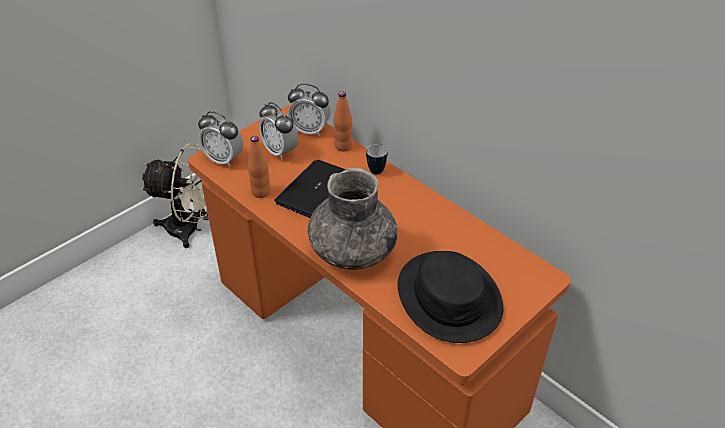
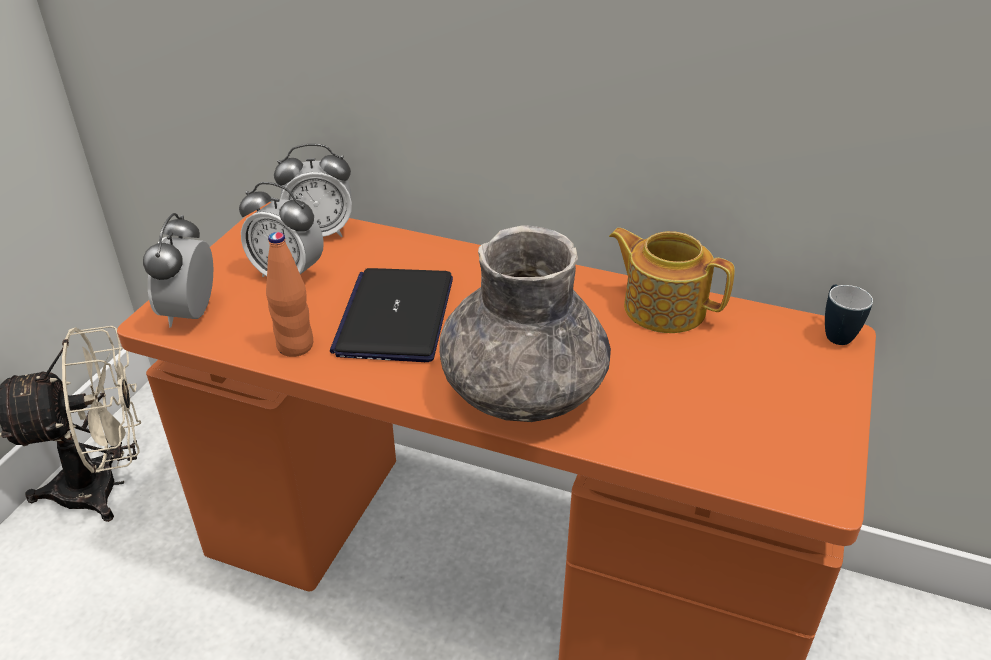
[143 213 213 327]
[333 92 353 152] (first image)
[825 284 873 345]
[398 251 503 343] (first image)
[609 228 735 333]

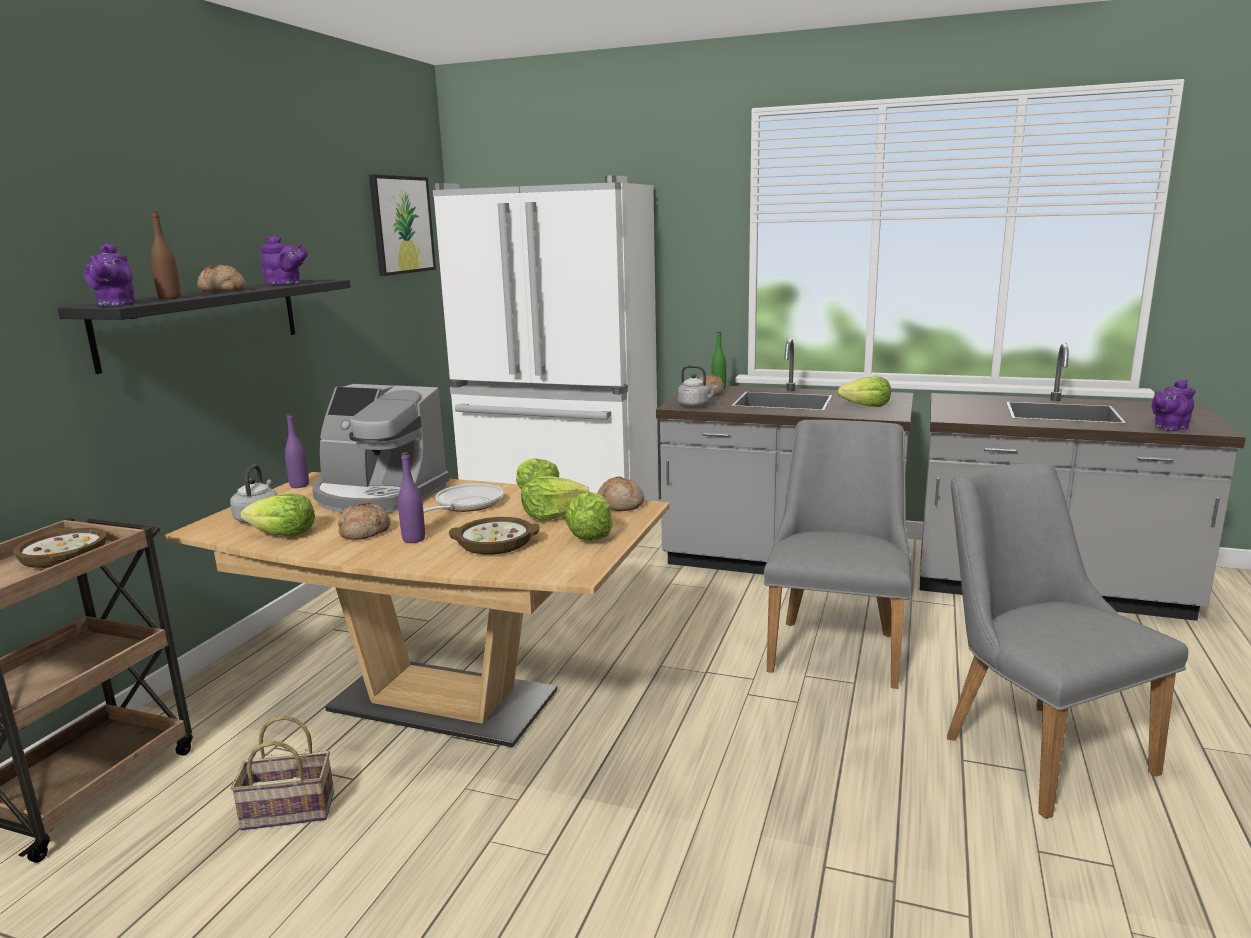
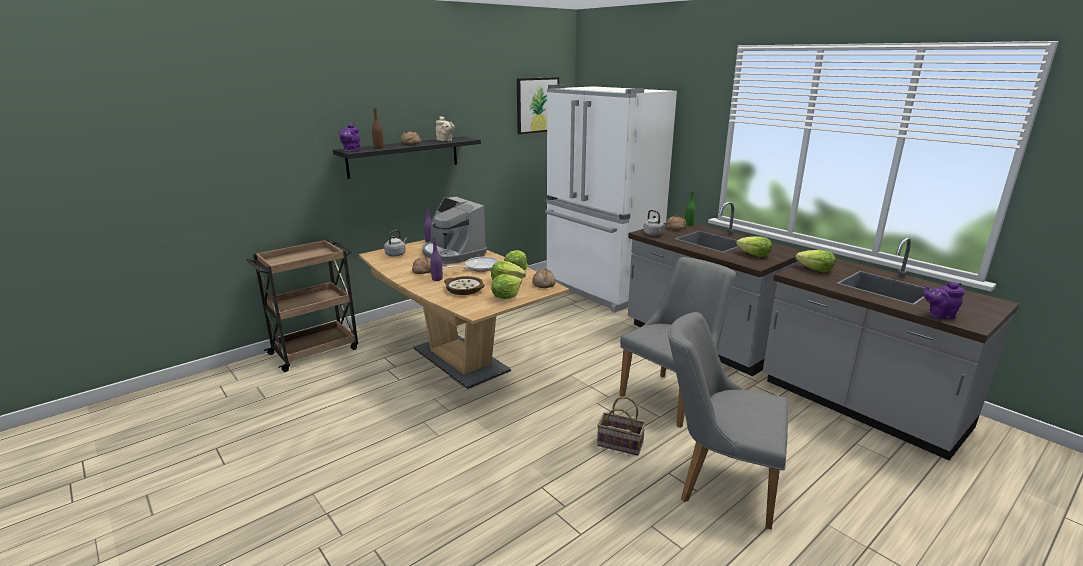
[13 527 106 568] (first image)
[597 397 646 456]
[795 250 835 272]
[436 116 454 141]
[668 312 788 530]

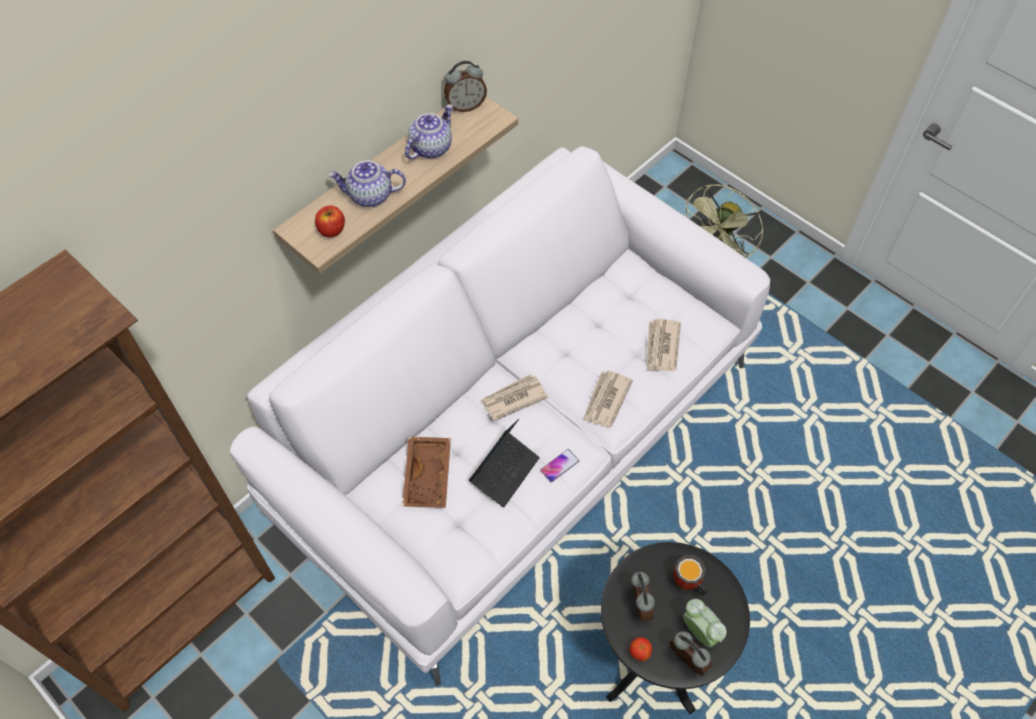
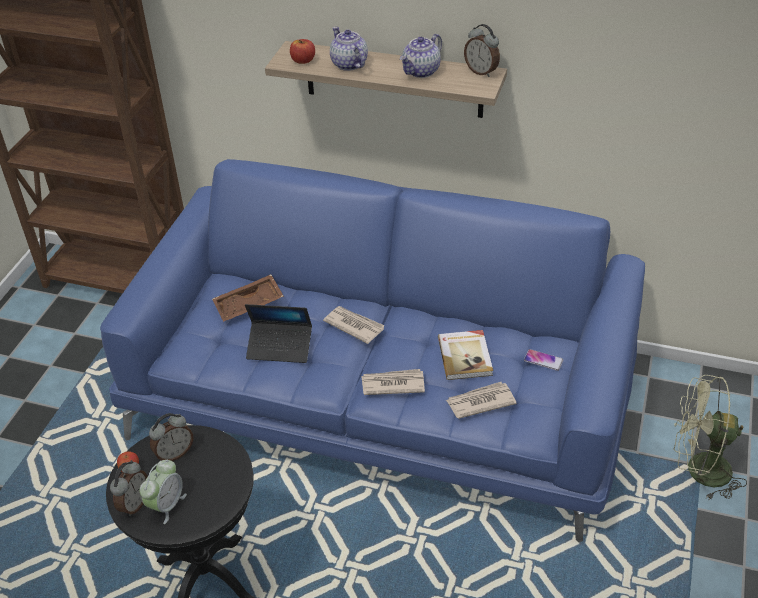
[100 159 645 542]
[400 34 442 78]
[524 349 563 371]
[673 555 707 596] (first image)
[438 330 493 380]

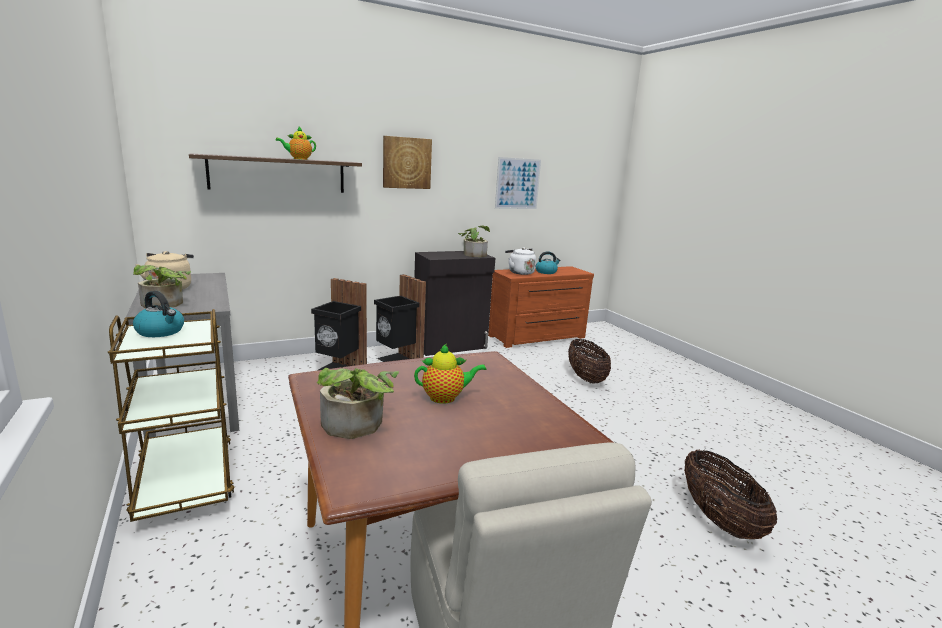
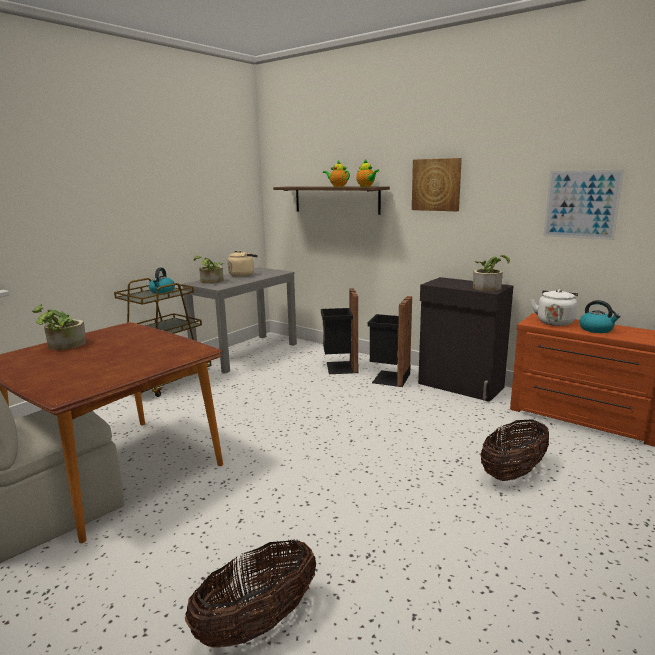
[356 159 379 187]

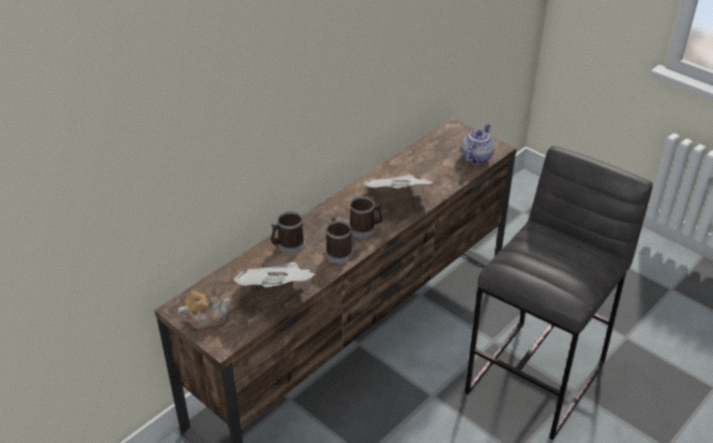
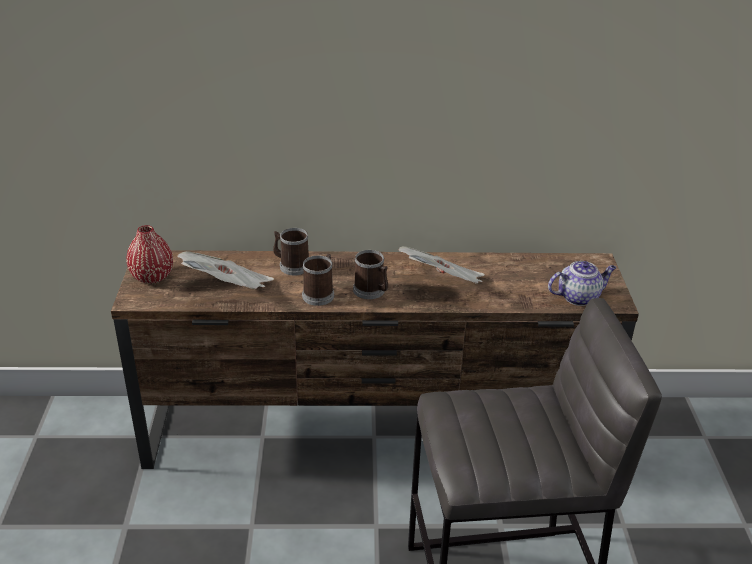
[126 225 173 284]

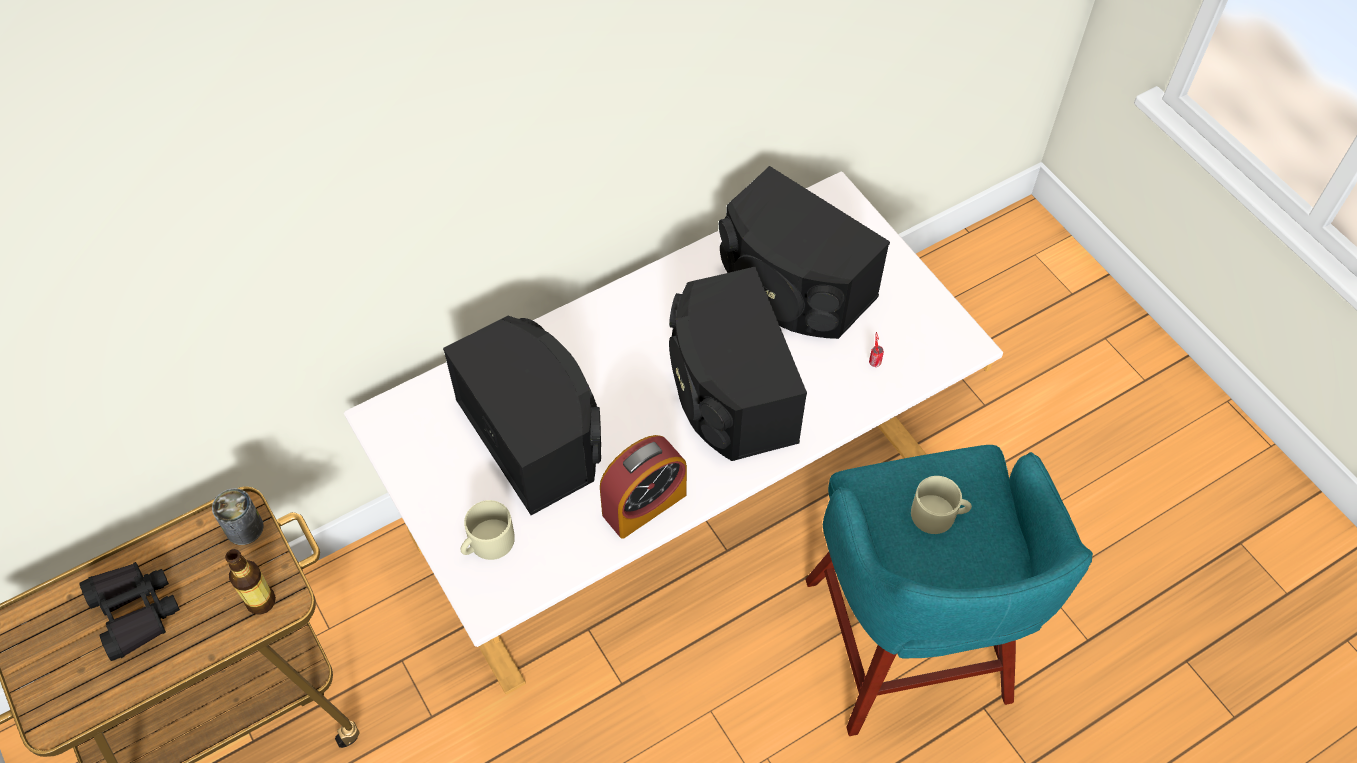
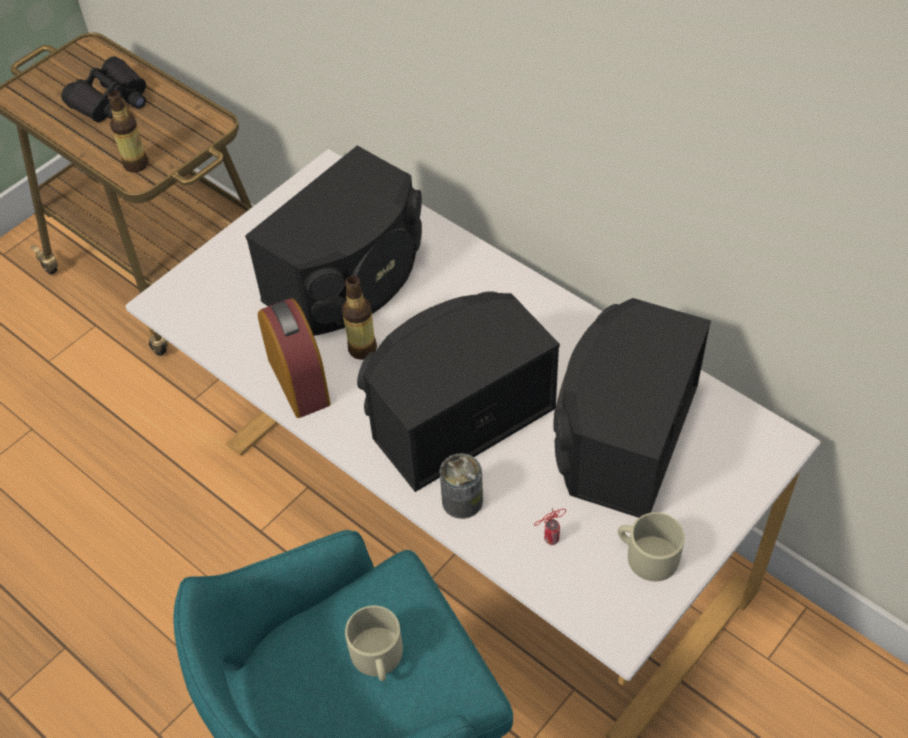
[440 453 483 519]
[618 512 685 581]
[258 298 331 418]
[342 276 377 360]

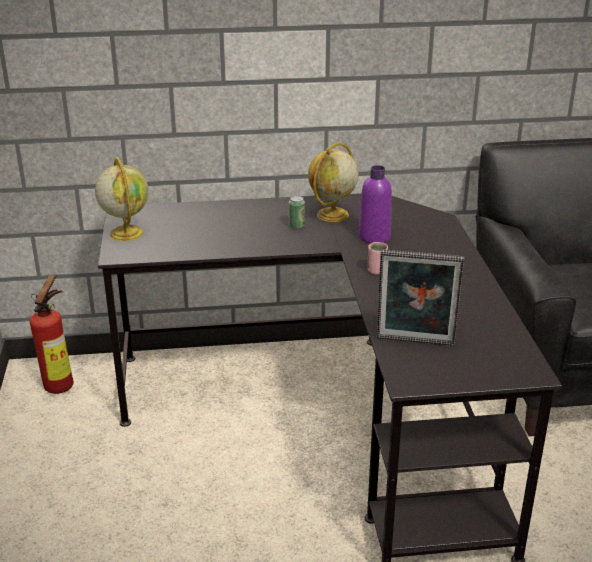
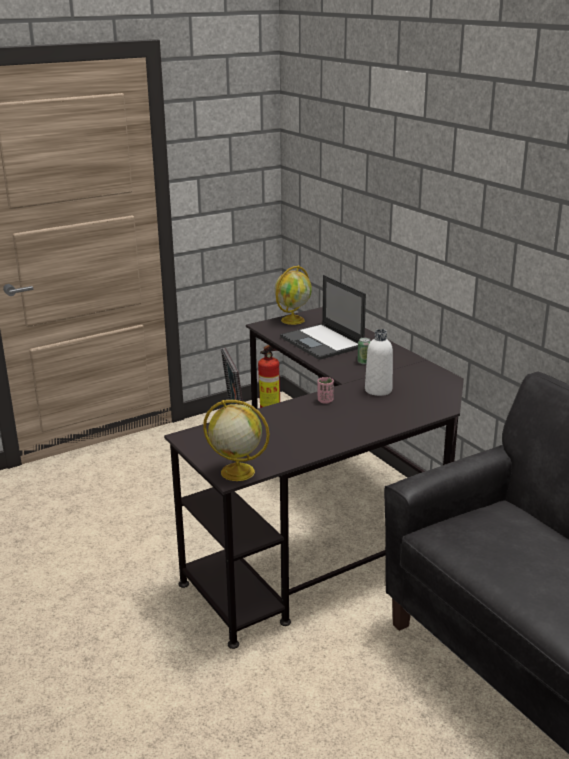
[203 400 270 481]
[365 329 393 396]
[280 275 366 360]

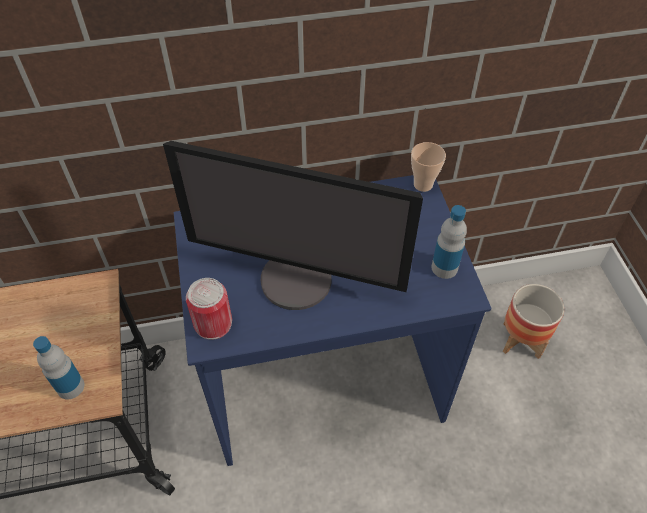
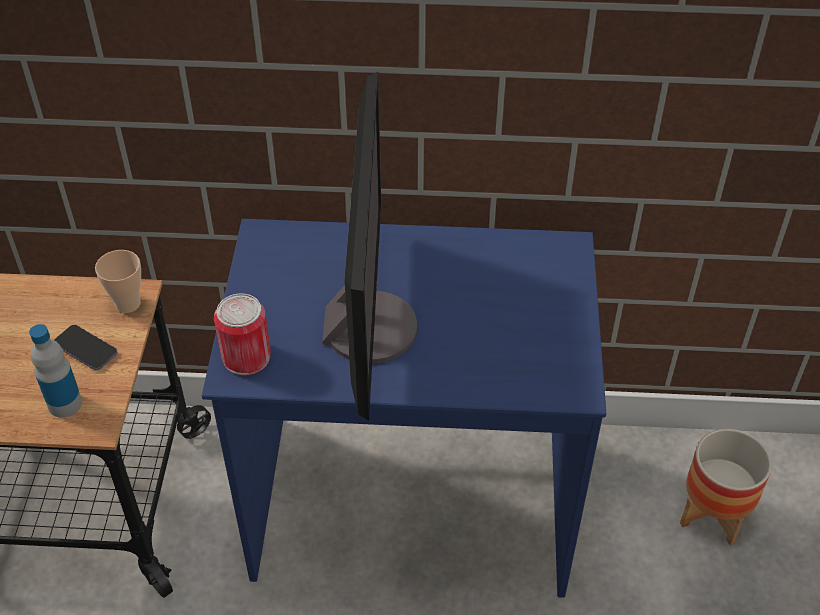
[322 72 417 421]
[95 250 141 313]
[431 205 467 279] (first image)
[54 325 118 371]

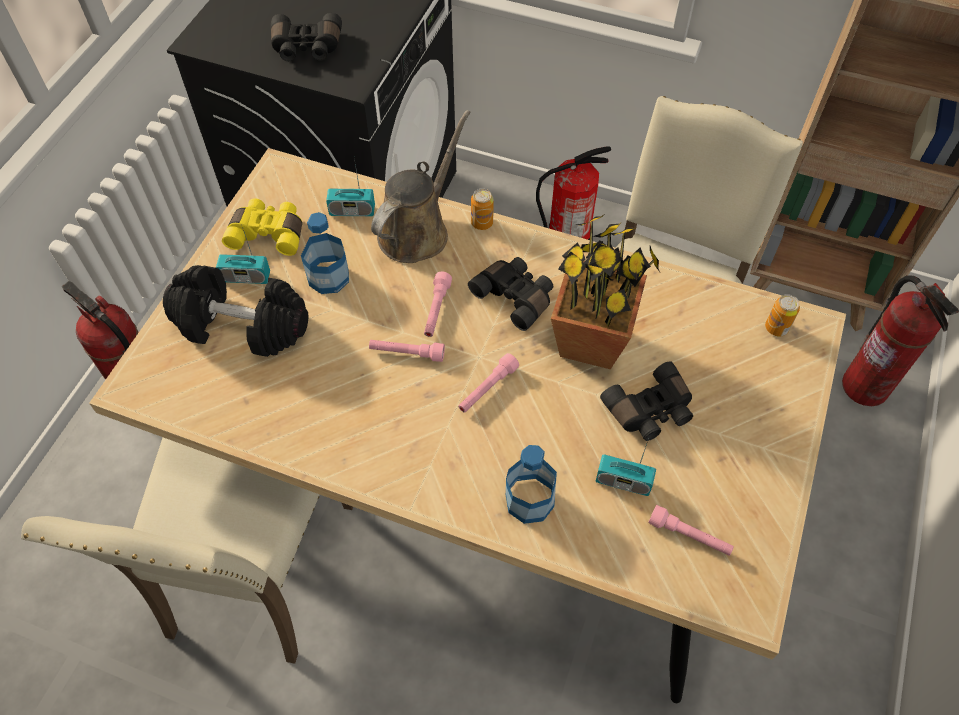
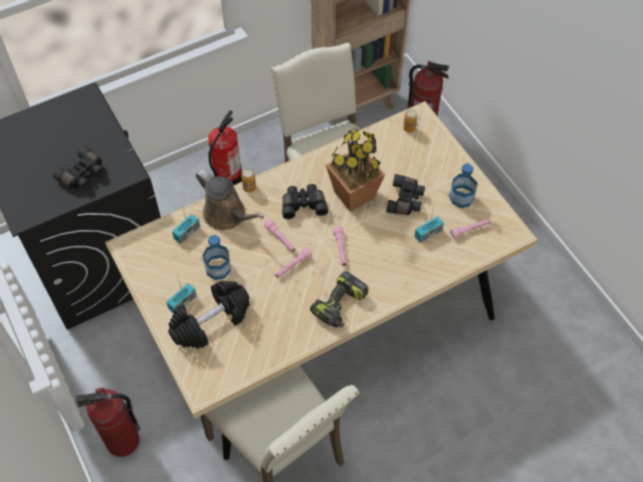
[222 198 302 256] (first image)
[196 170 264 230]
[449 164 478 208]
[310 271 368 328]

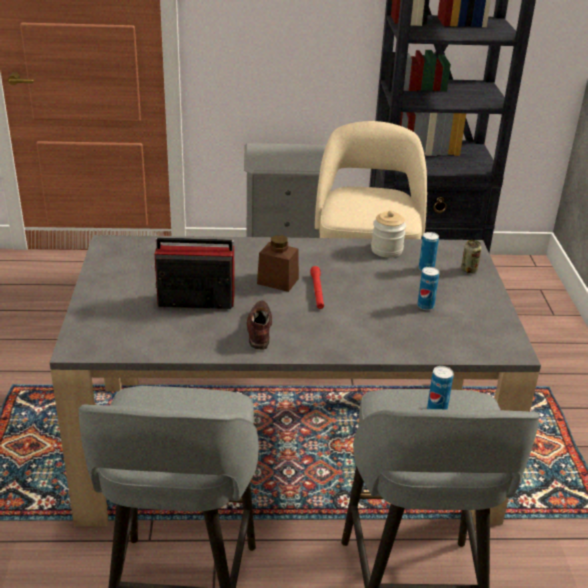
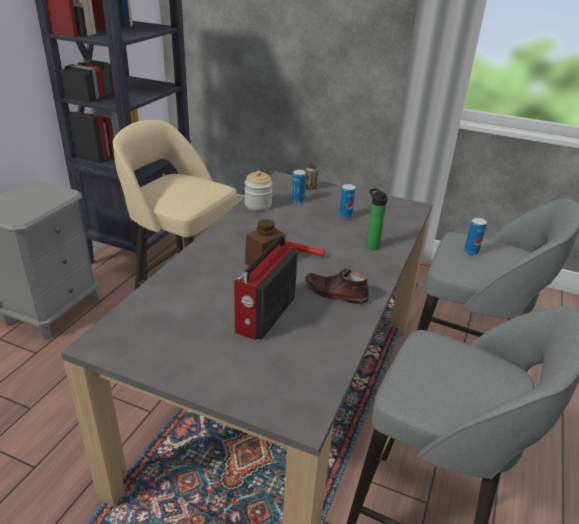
[366 188 387 250]

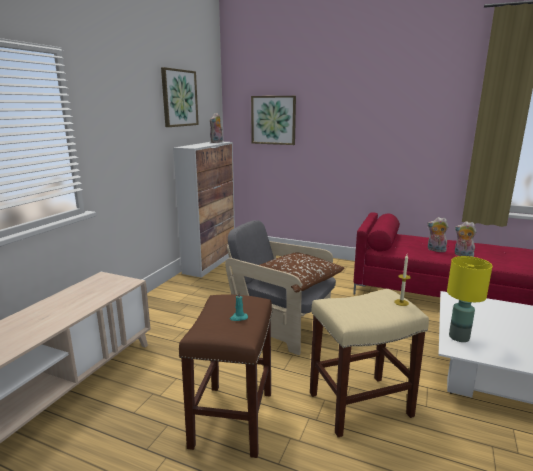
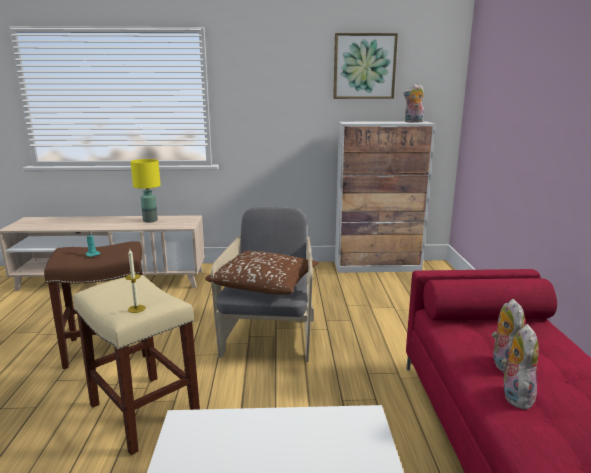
[251 96 296 145] (first image)
[131 159 161 223]

